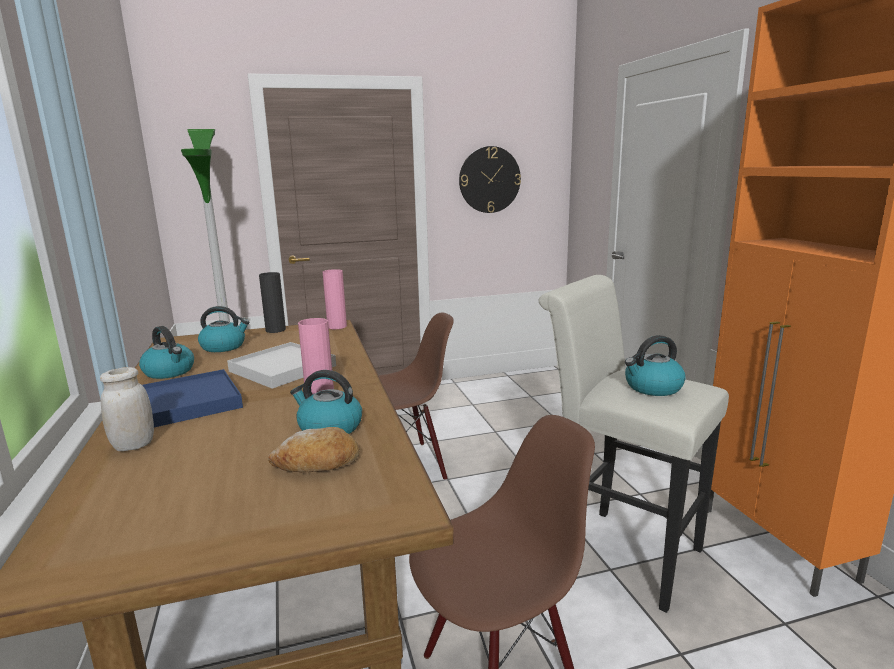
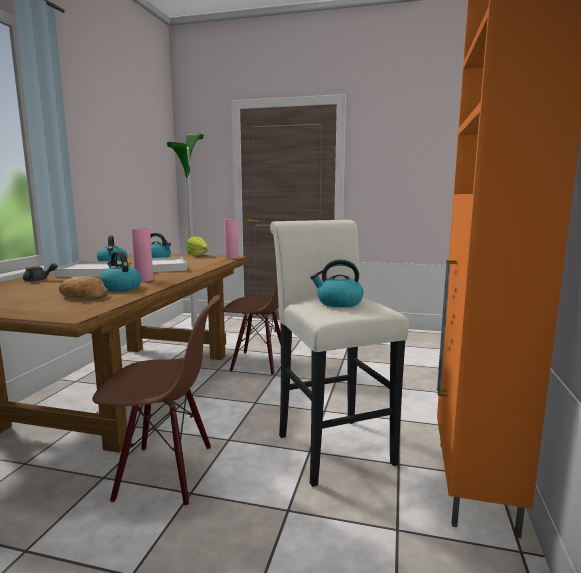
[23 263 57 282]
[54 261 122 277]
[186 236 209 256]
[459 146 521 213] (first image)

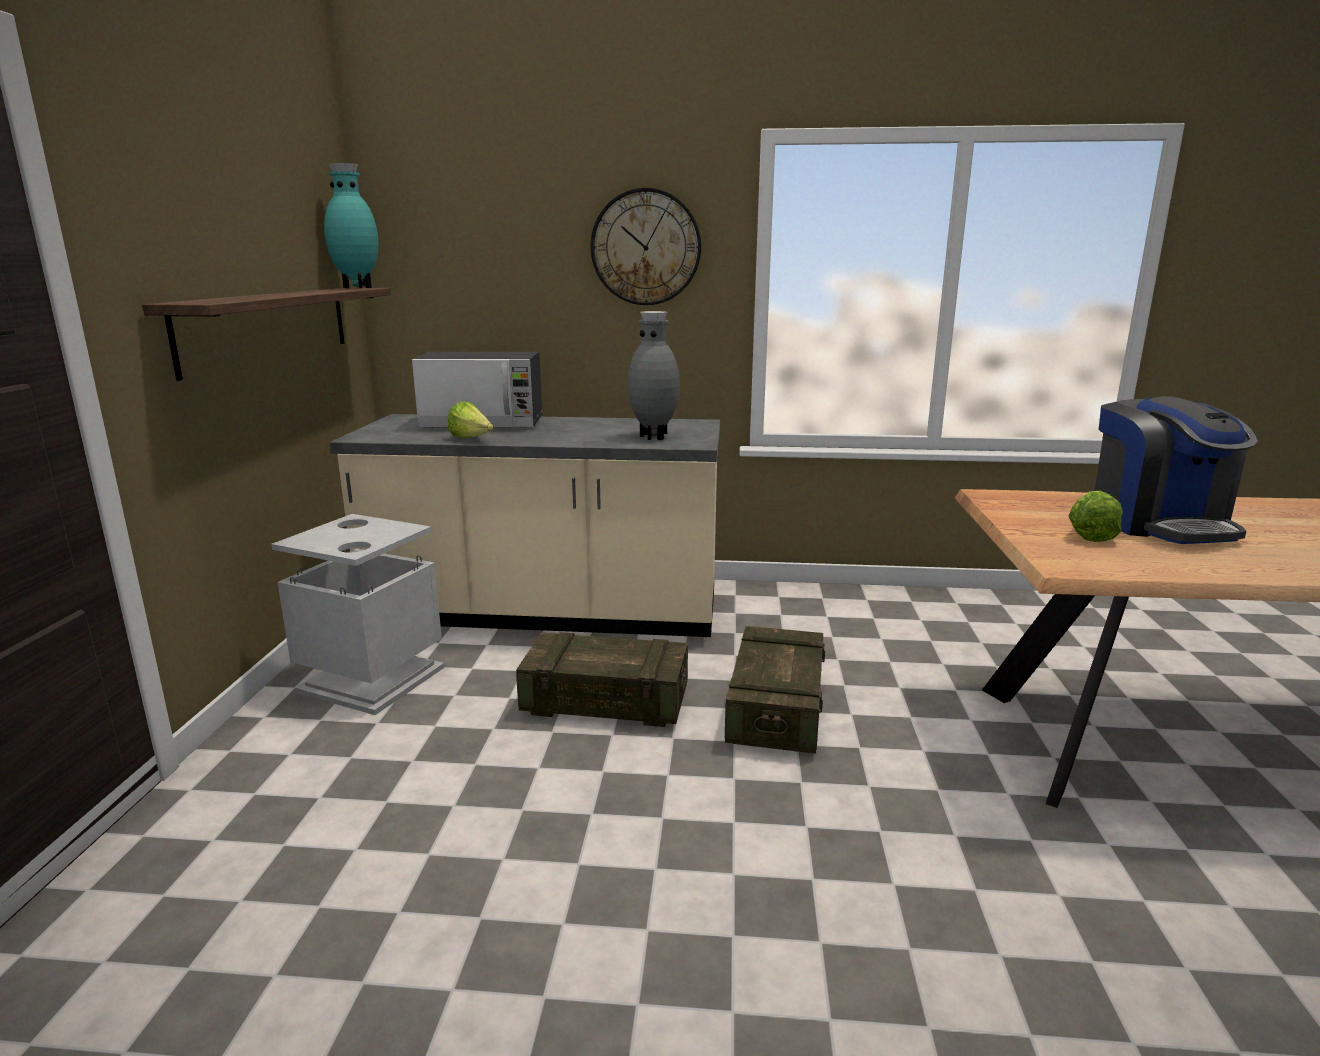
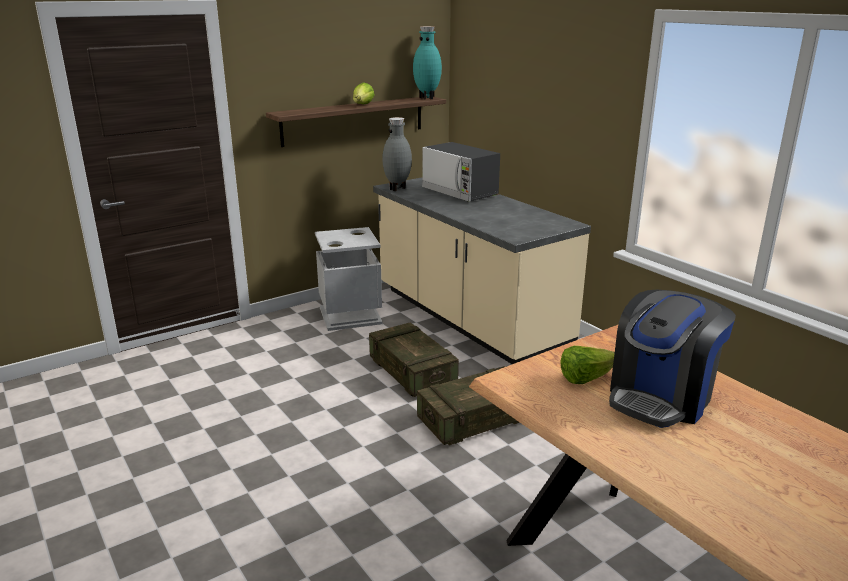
[353 82 375 104]
[591 188 701 305] (first image)
[382 117 412 191]

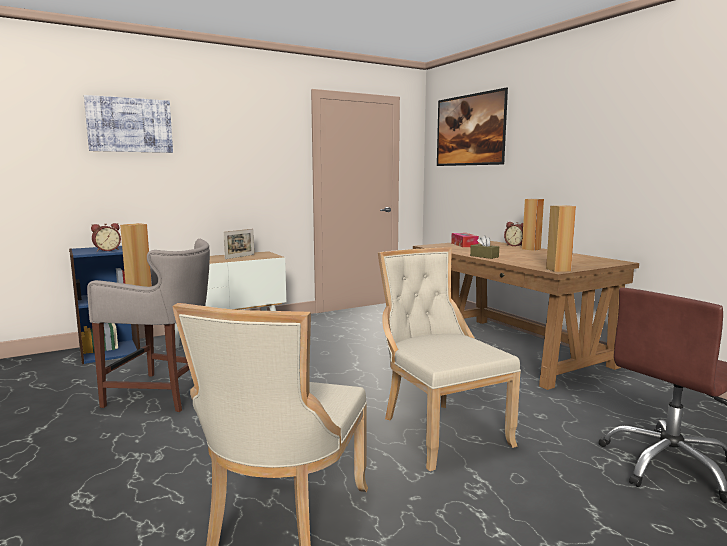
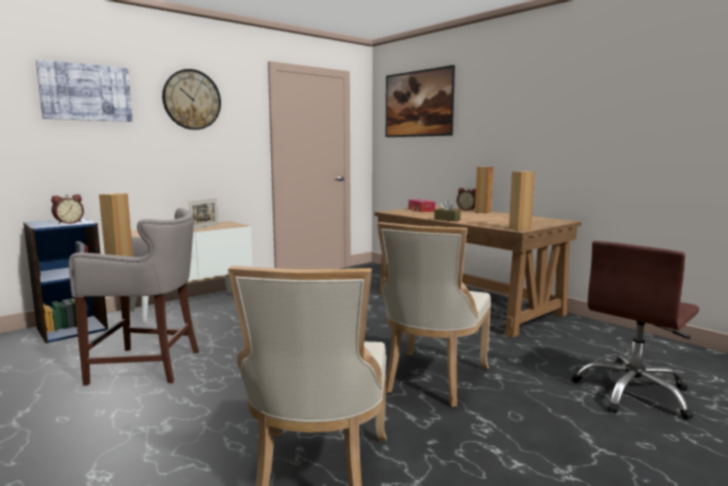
[377 222 491 407]
[162 69 221 130]

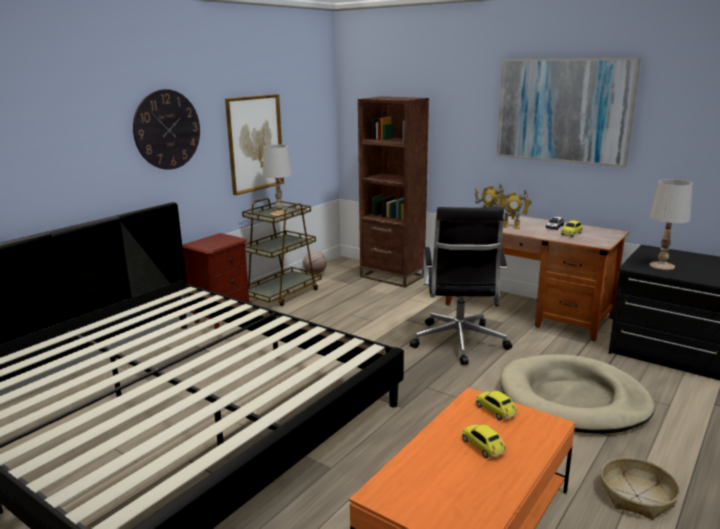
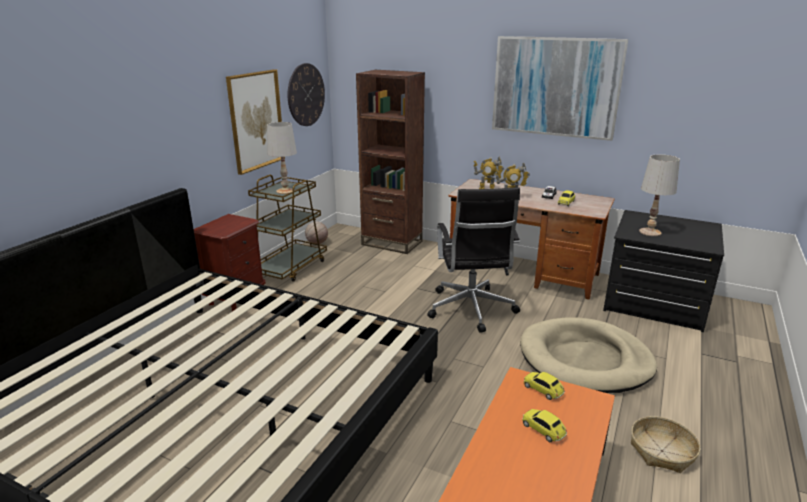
[288 63 325 126]

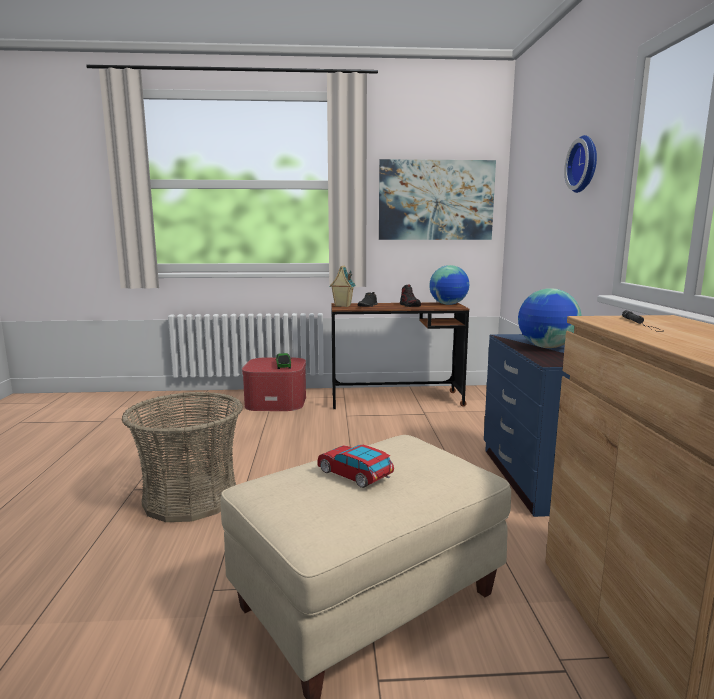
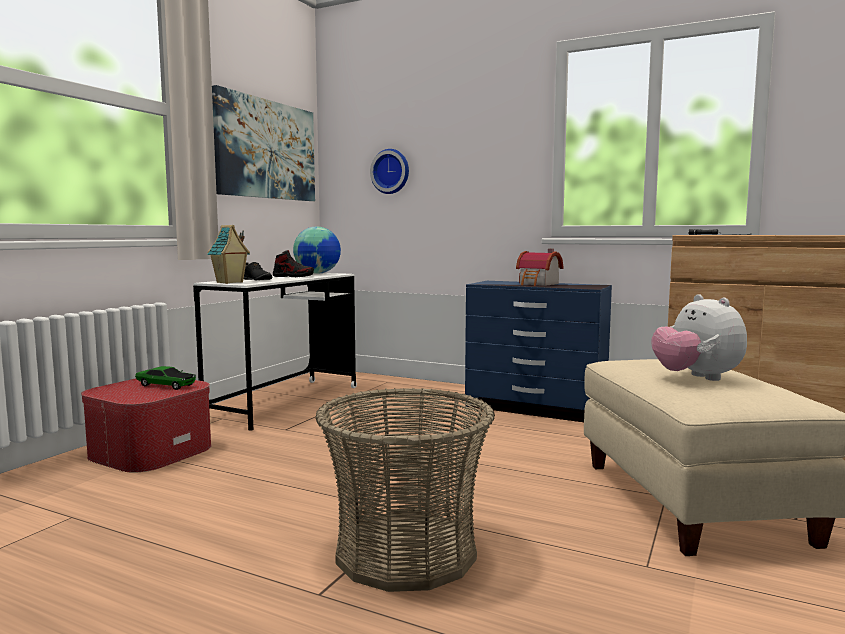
[651 294 747 381]
[193 273 357 431]
[516 249 564 286]
[370 149 409 194]

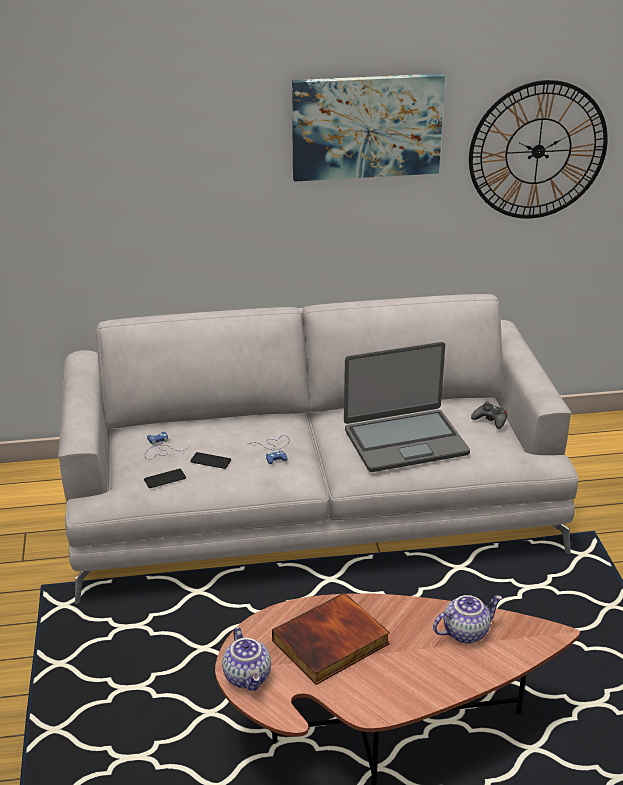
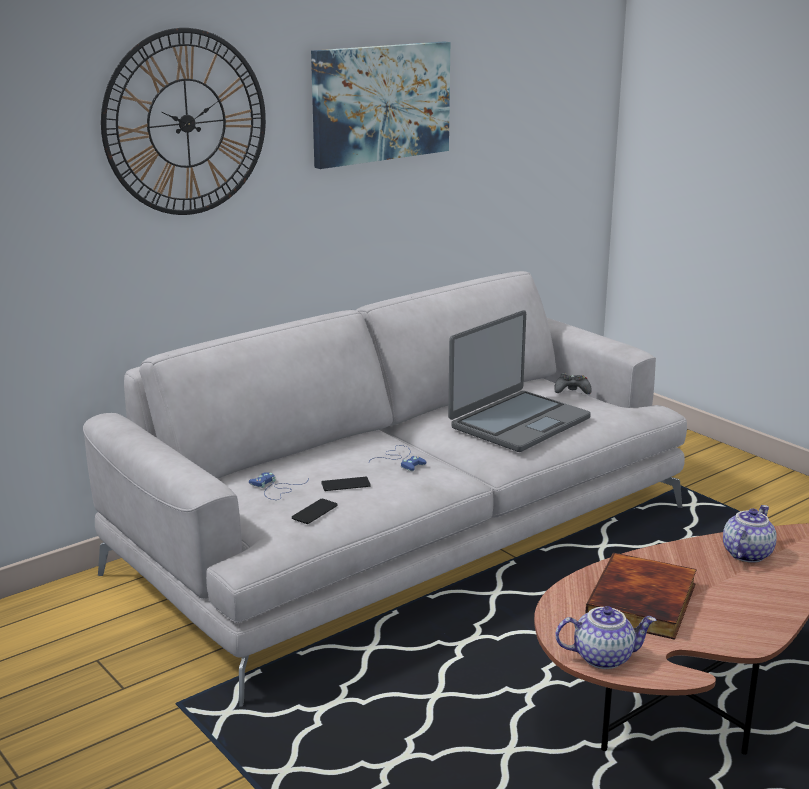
[555 606 656 669]
[101 28 266 215]

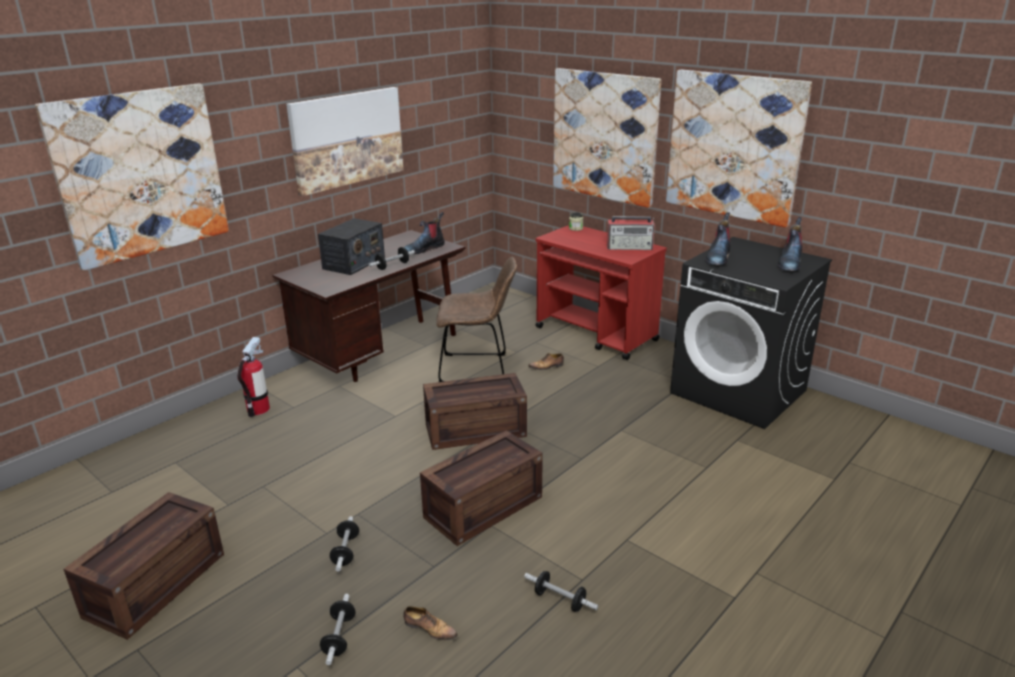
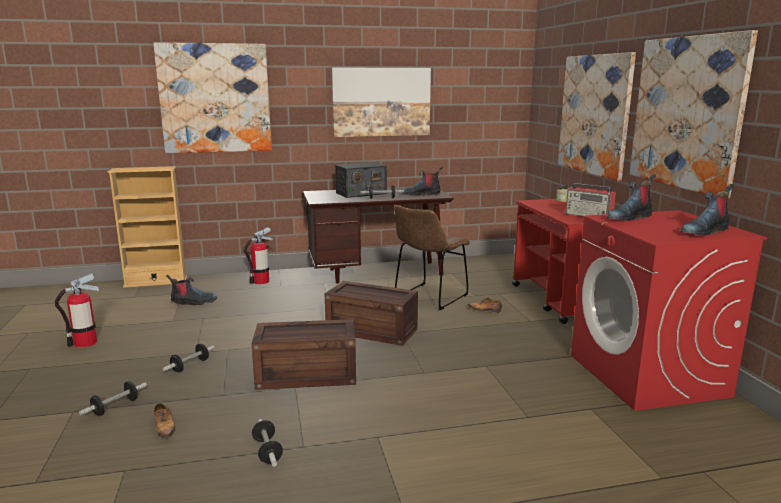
[55 273 99 348]
[394 205 470 310]
[571 210 768 411]
[108 166 187 288]
[166 274 217 305]

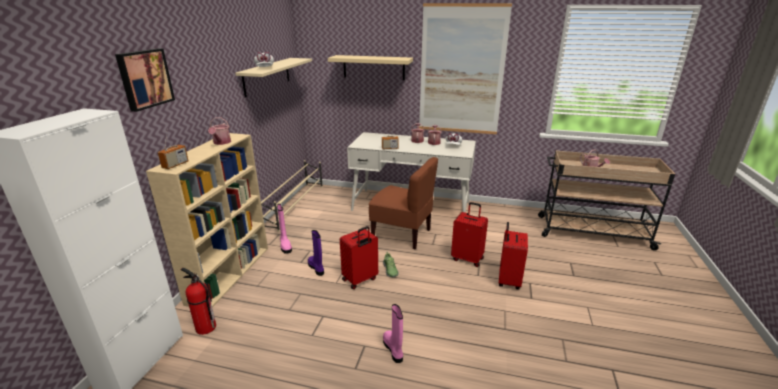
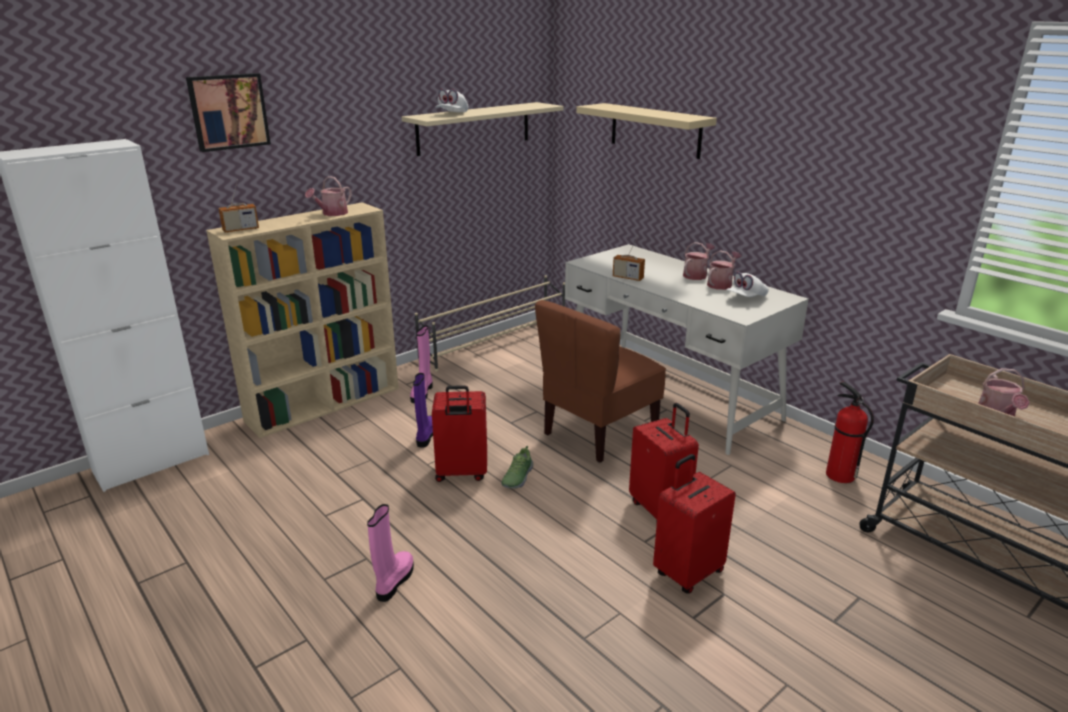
[826 382 874 483]
[535 300 666 463]
[419 3 512 134] (first image)

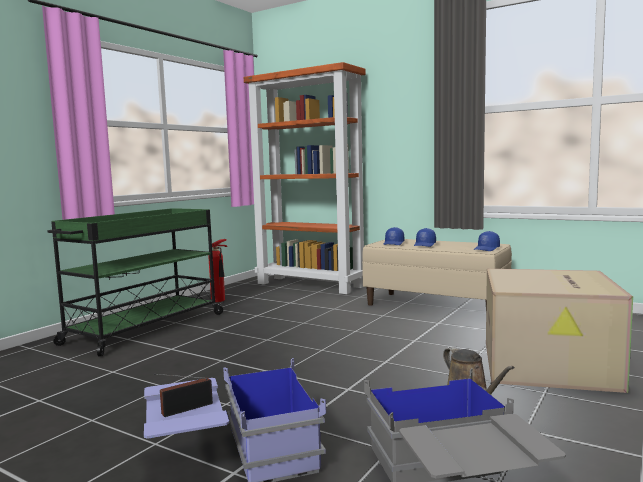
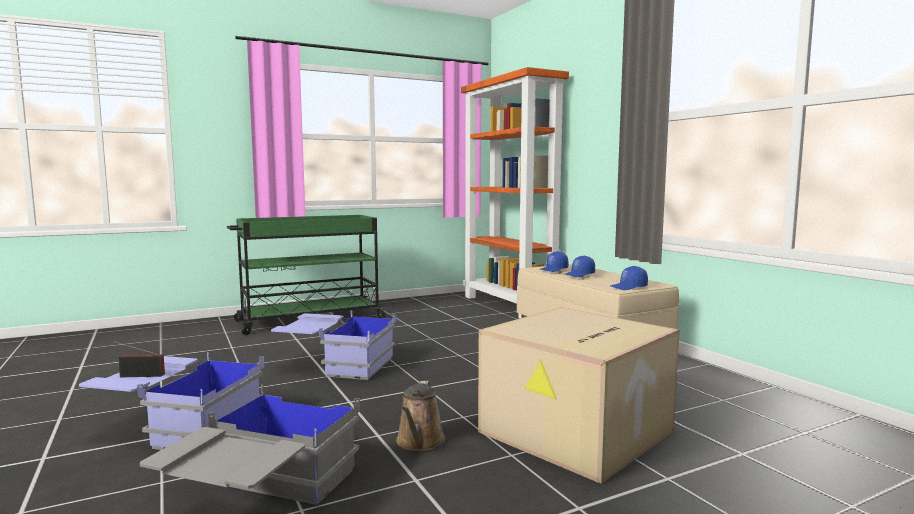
[208 239 227 302] (first image)
[271 311 396 380]

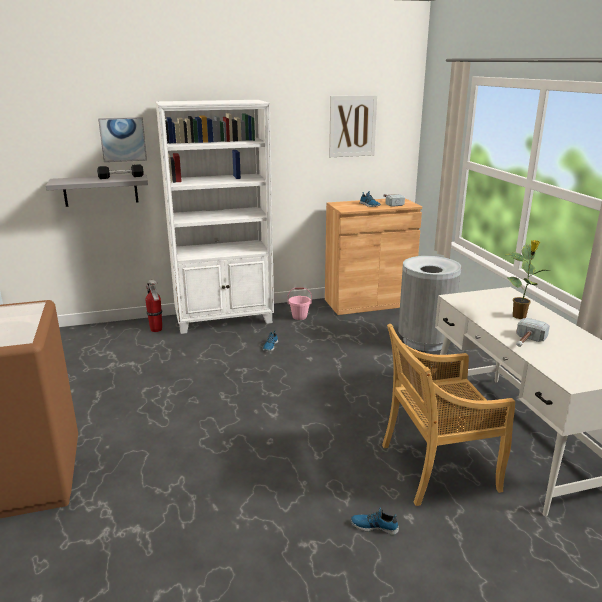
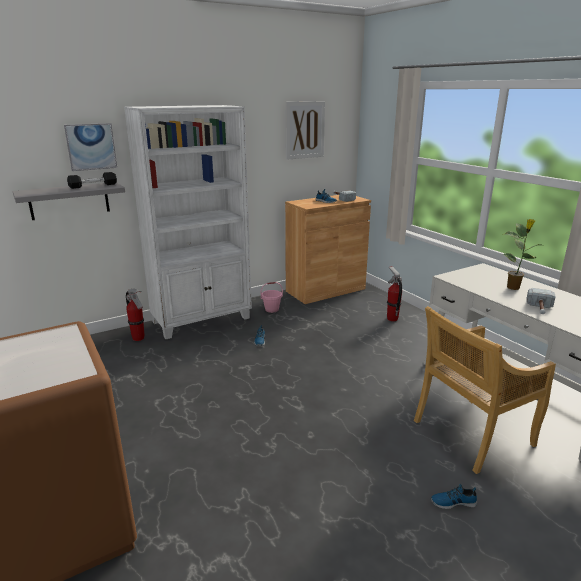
[387 266 402 322]

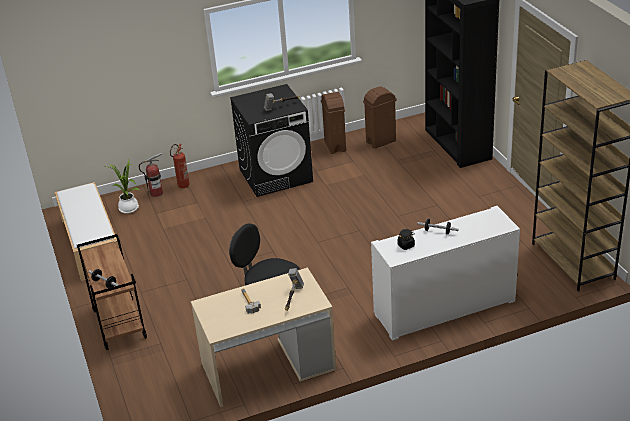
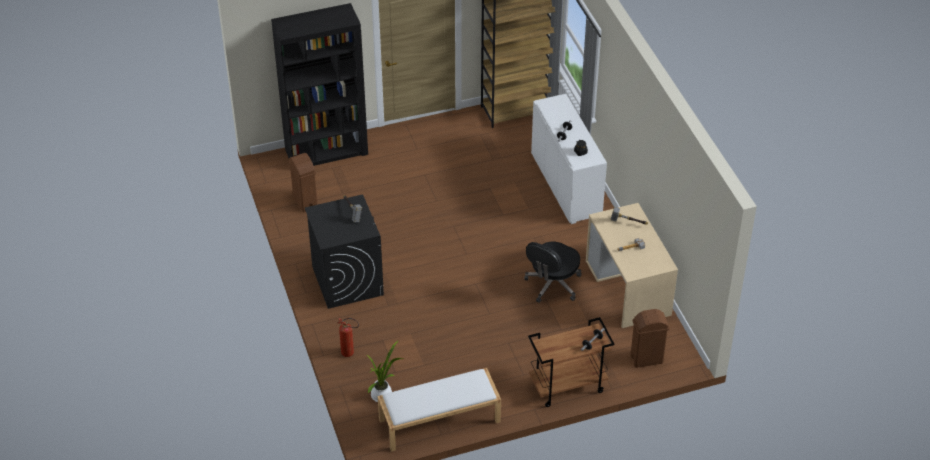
[139 153 163 197] (first image)
[630 309 669 368]

